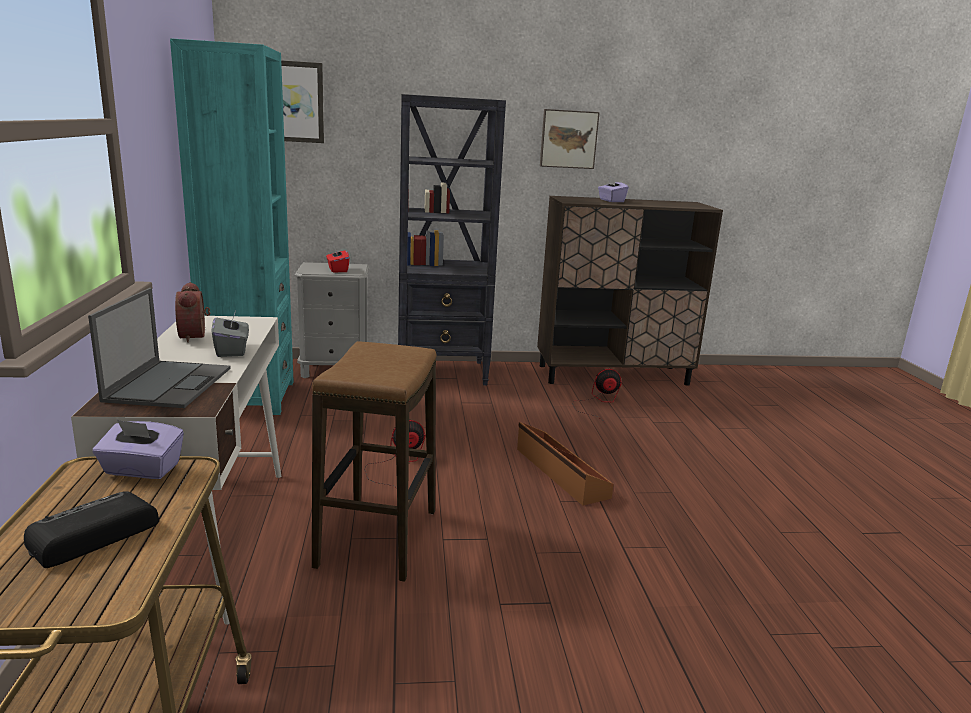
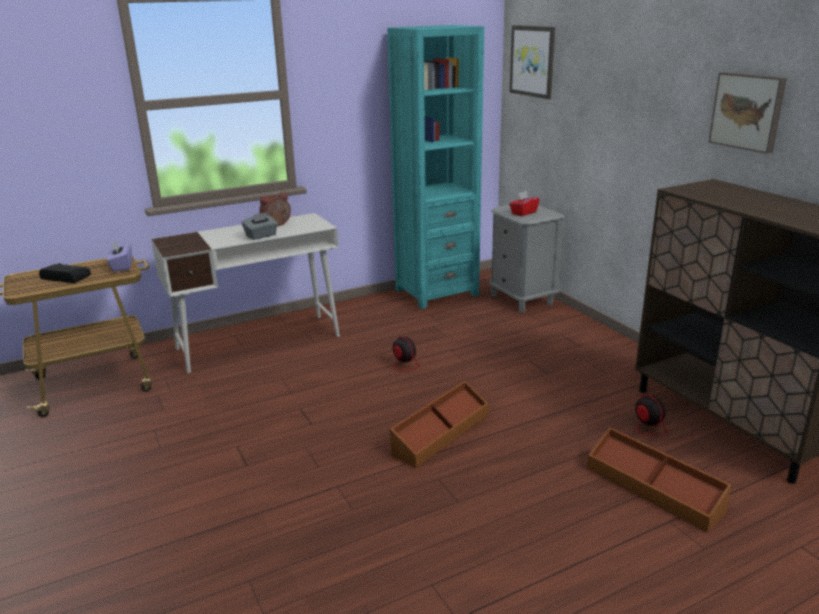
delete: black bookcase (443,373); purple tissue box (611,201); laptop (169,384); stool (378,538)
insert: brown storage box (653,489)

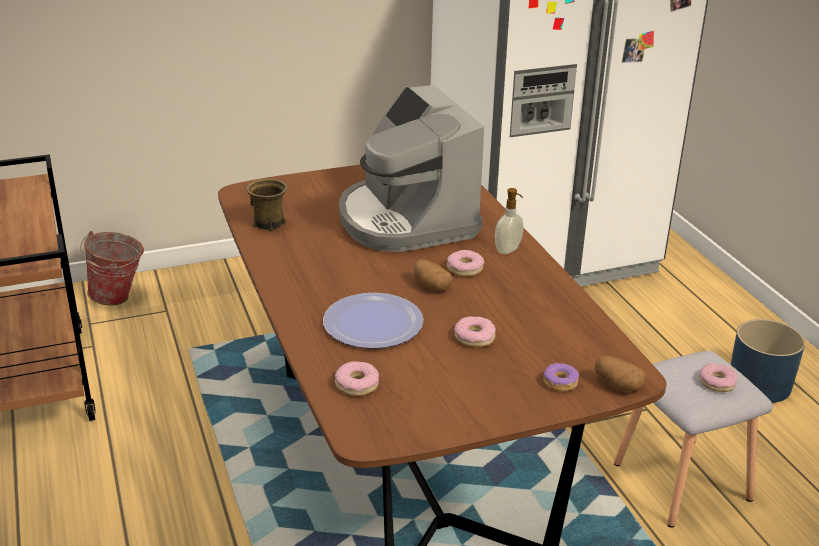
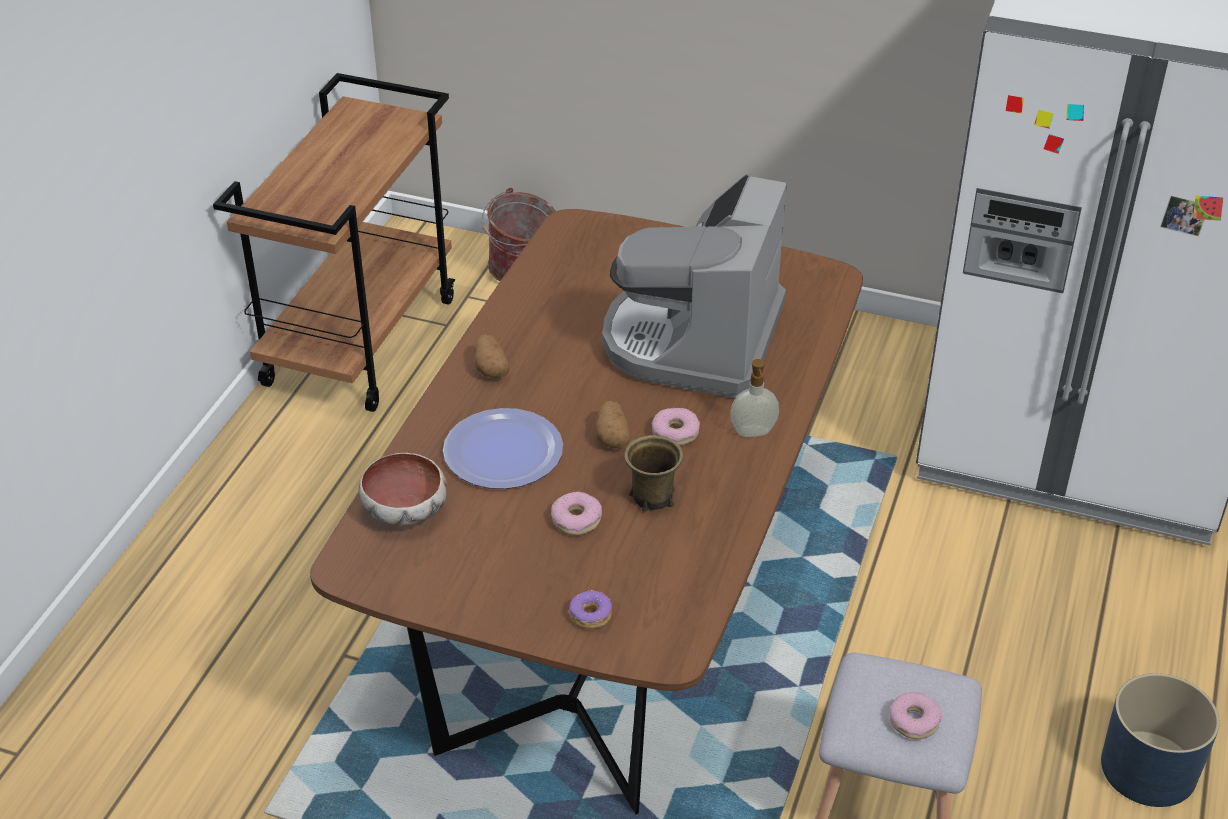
move: brown mug (268,224) to (652,497); potato (617,385) to (491,368)
replace: donut (356,384) to bowl (407,510)

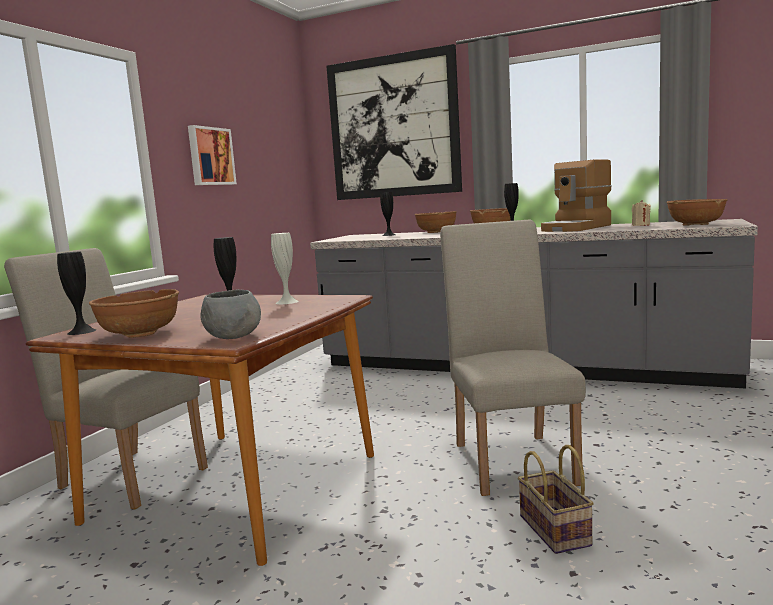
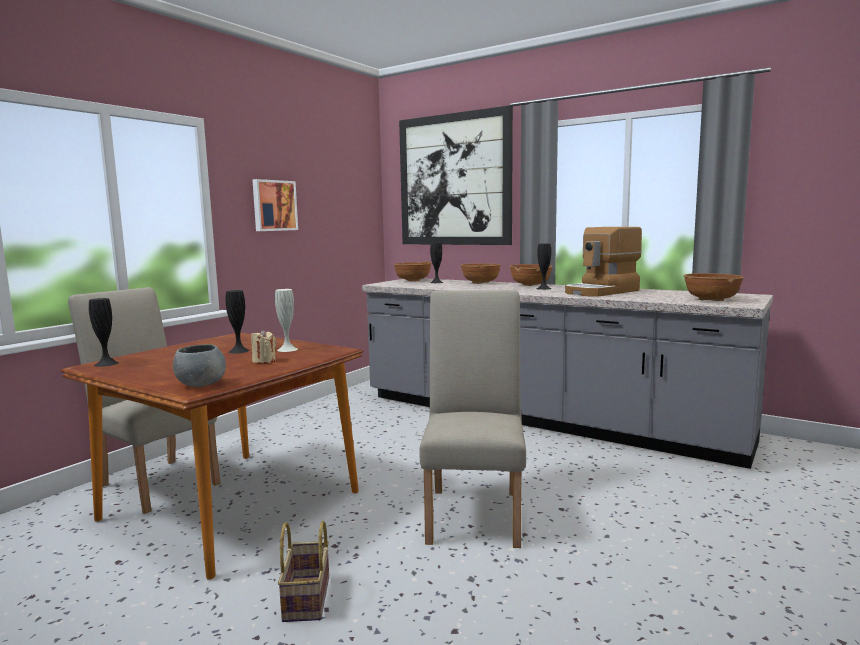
move: beige candle (640,225) to (264,361); brown bowl (140,333) to (412,280); basket (557,531) to (308,599)

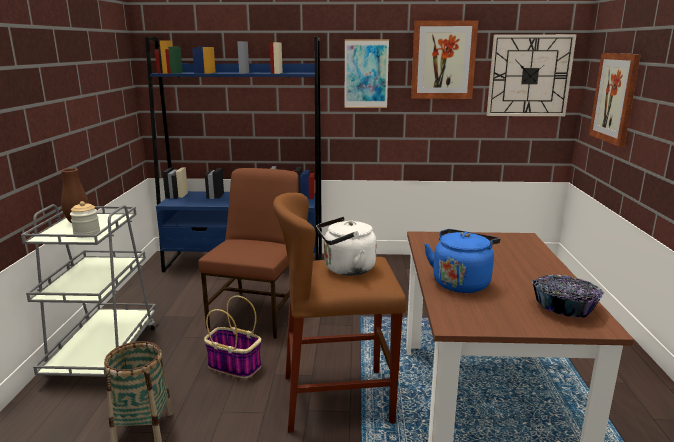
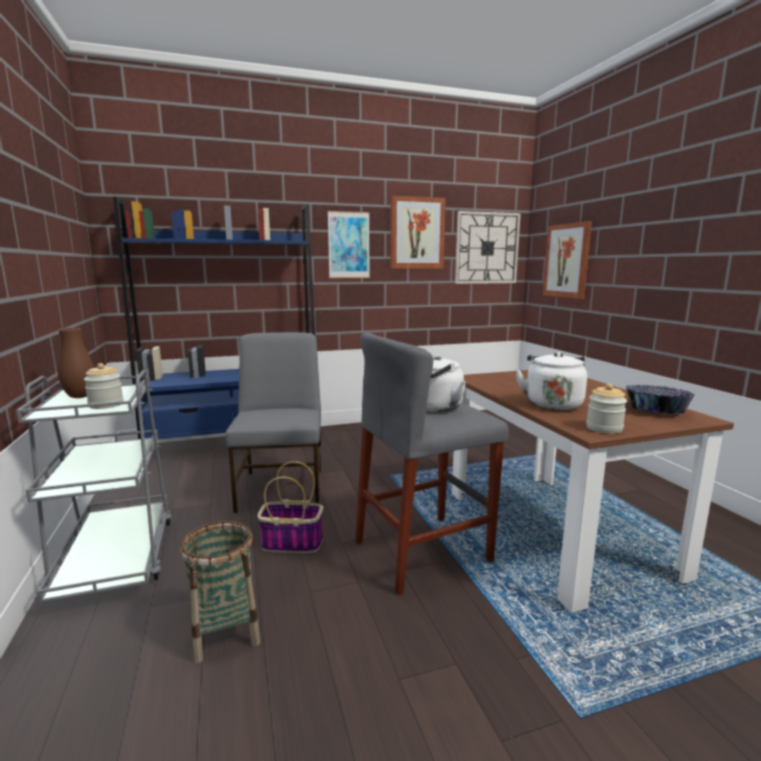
insert: jar (604,428)
recolor: brown chair (258,312) to grey chair (282,488); brown stool (337,398) to grey stool (422,551); blue kettle (461,282) to white kettle (552,404)

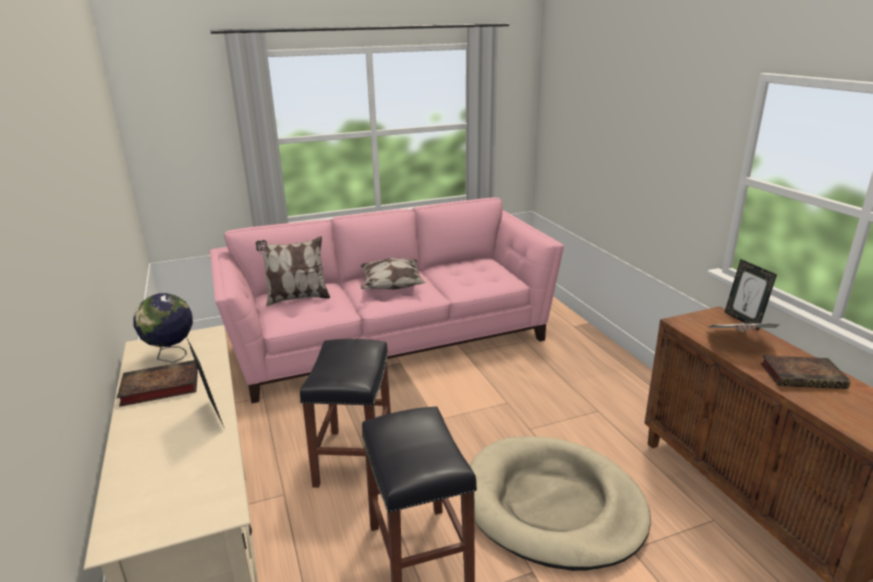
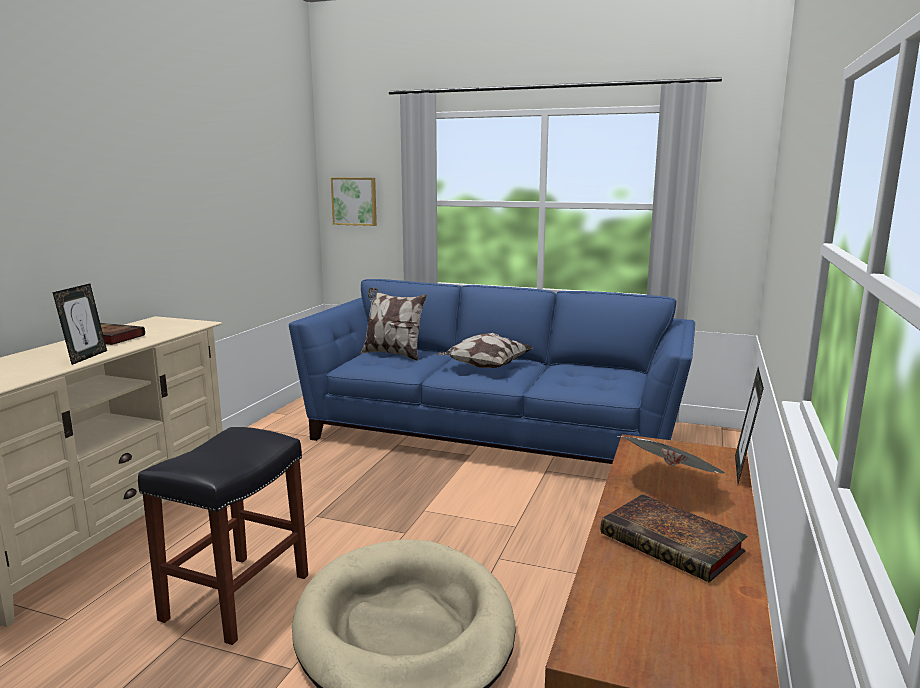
delete: globe (171,356); black stool (354,458)
insert: picture (355,201)
recolor: pink sofa (391,339) to blue sofa (493,435)

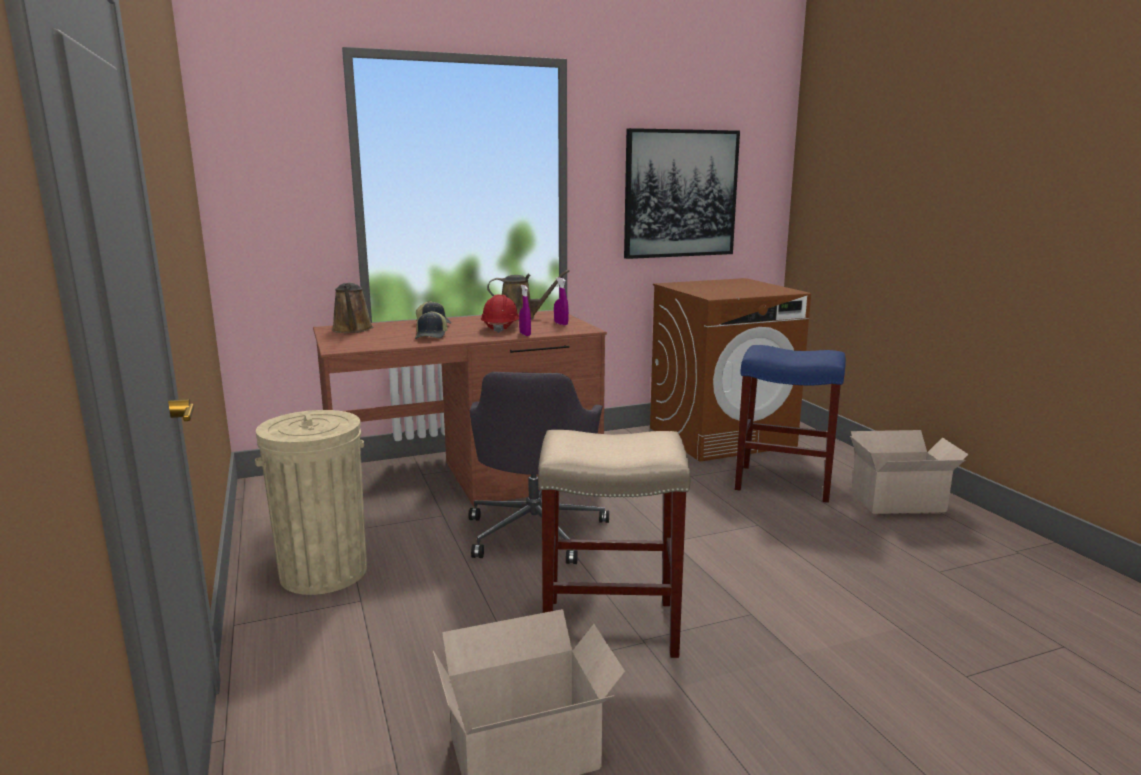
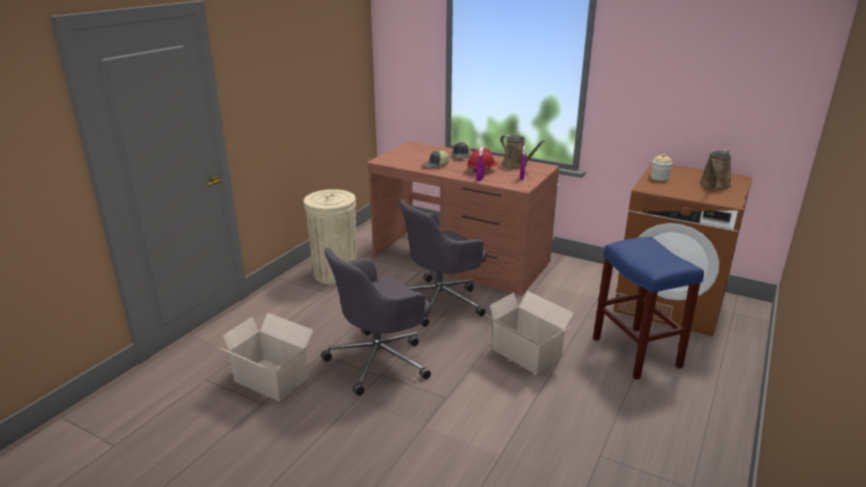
delete: picture (680,194)
insert: jar (659,178)
move: brown watering can (352,330) to (713,185); cardboard box (900,502) to (527,354)
replace: beige stool (608,627) to grey office chair (380,360)

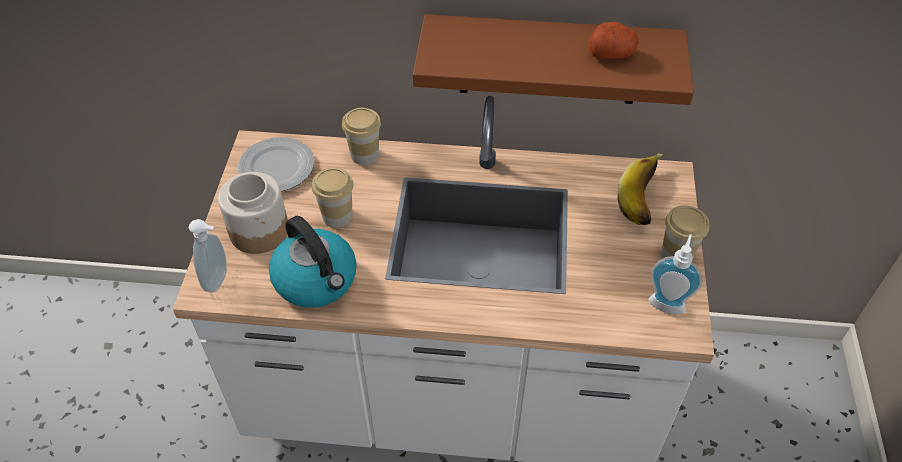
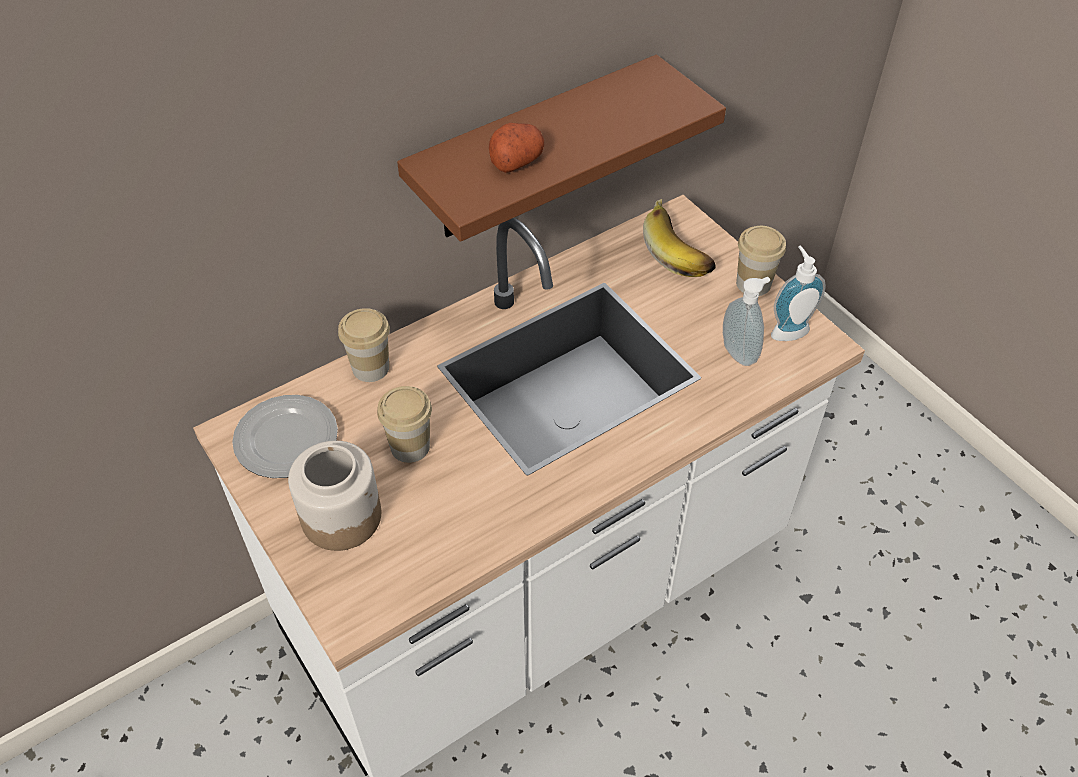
delete: kettle (317,280)
move: potato (611,53) to (516,160); soap dispenser (219,280) to (740,353)

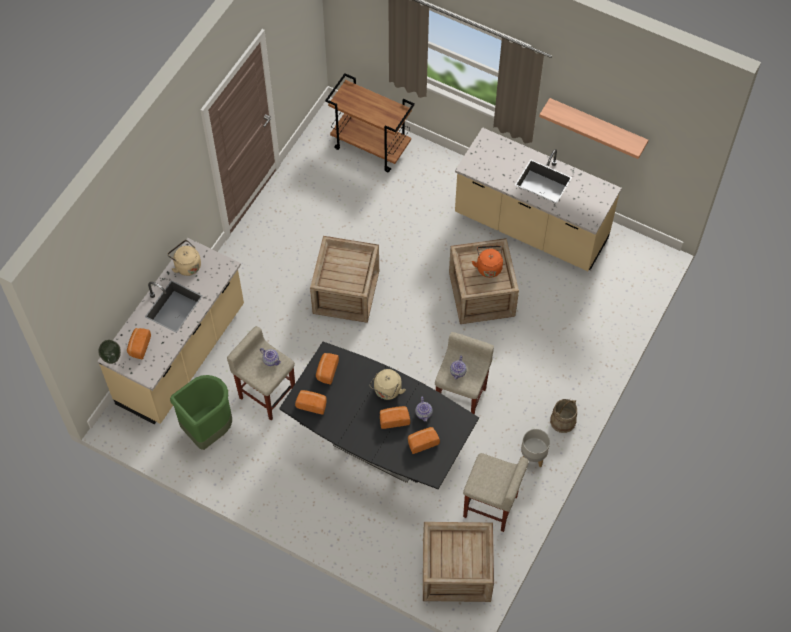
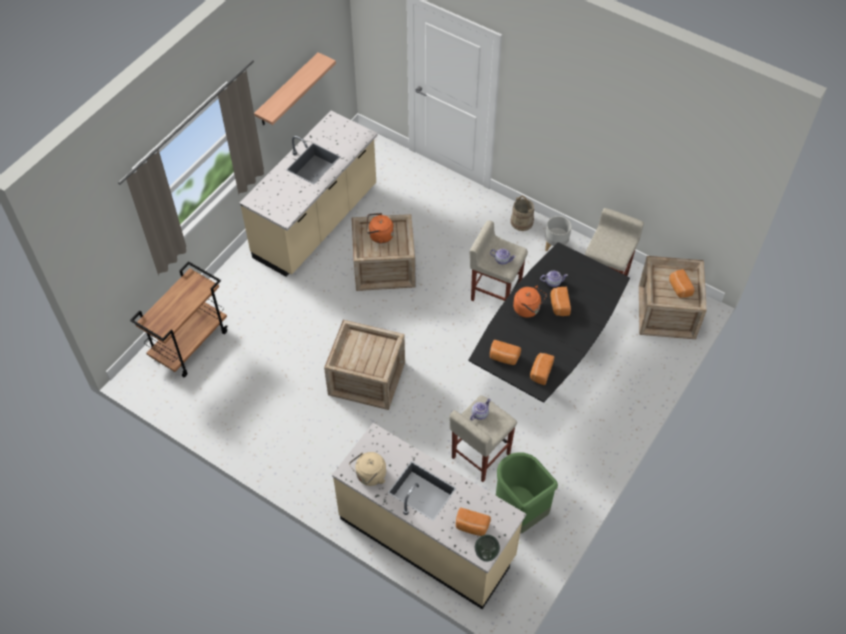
move: bread (422,442) to (679,288)
recolor: beige kettle (387,391) to orange kettle (528,309)

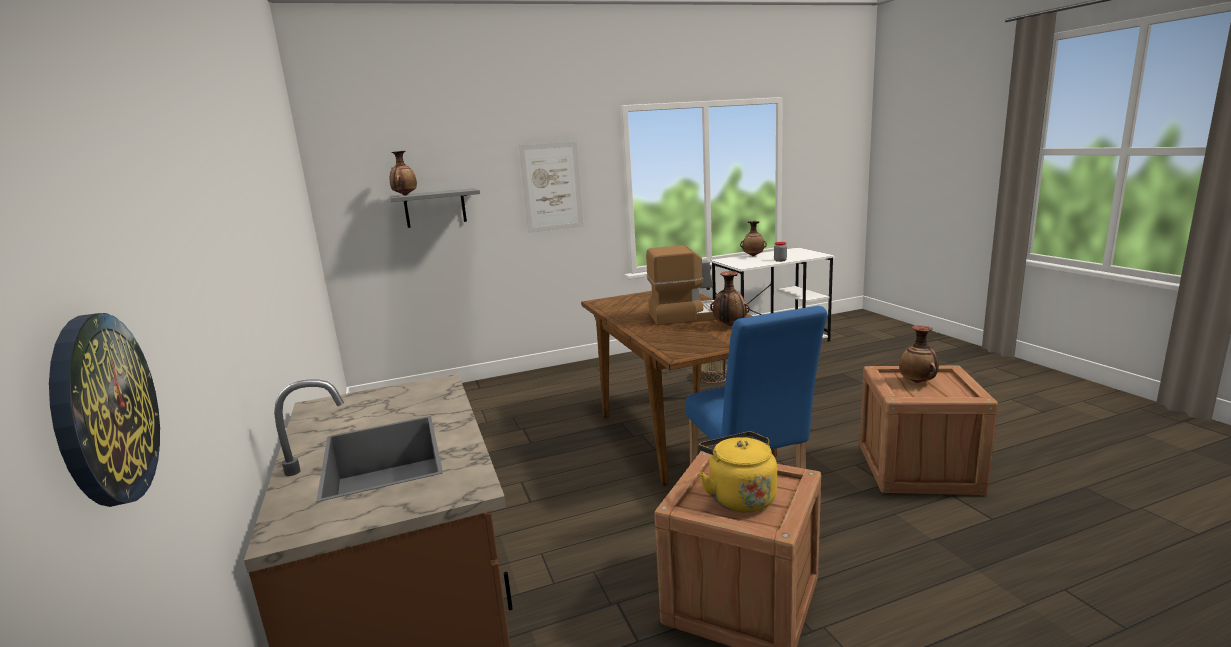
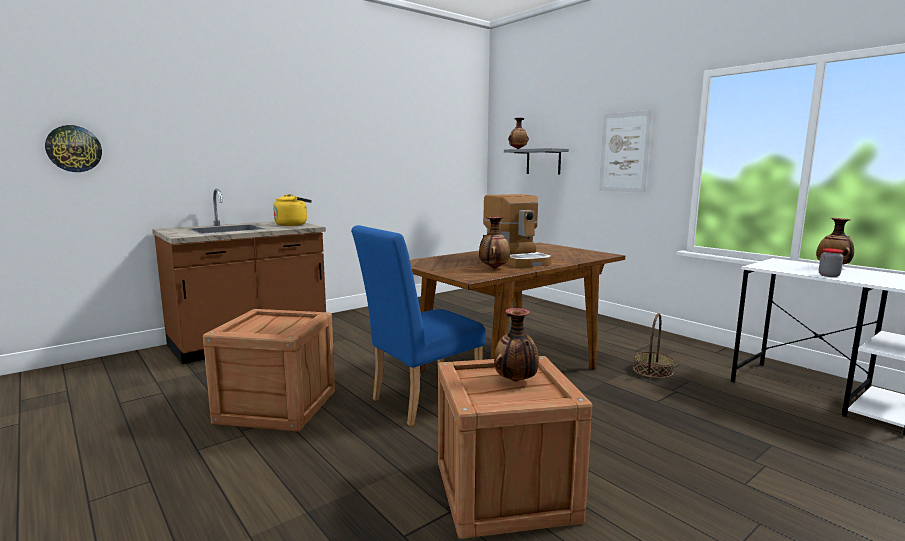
move: yellow kettle (739,497) to (293,224)

